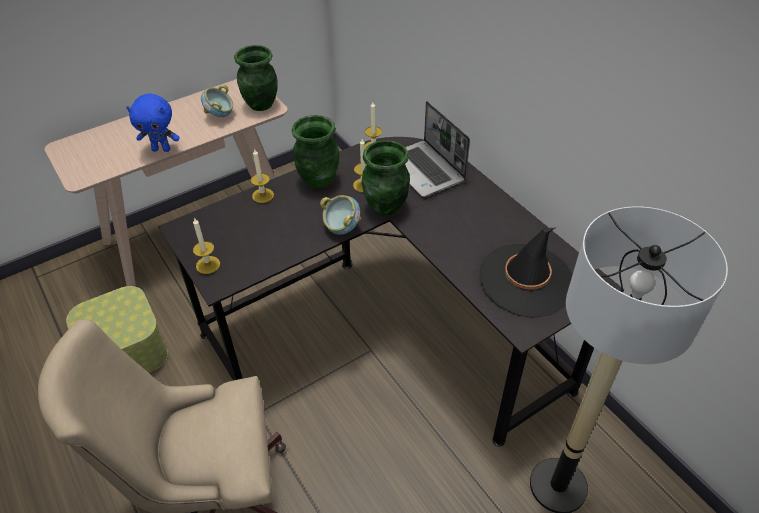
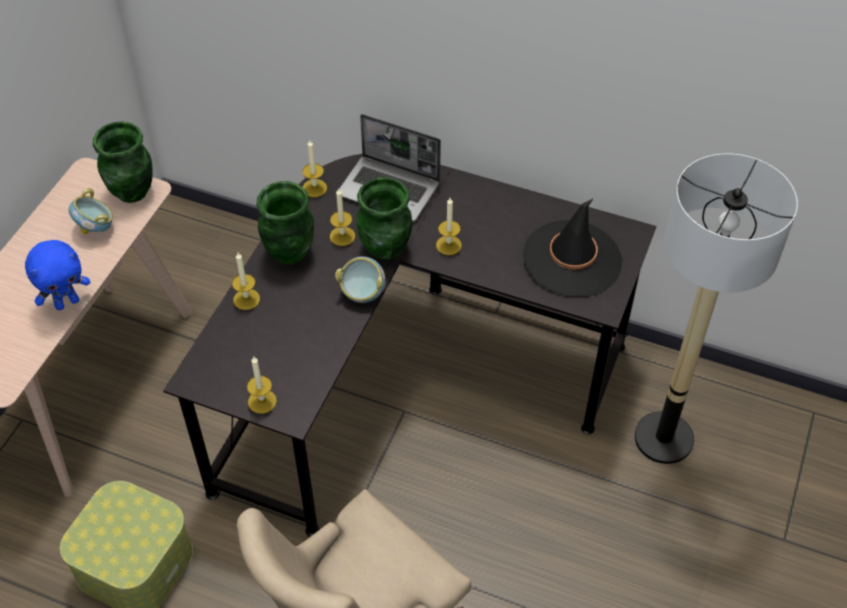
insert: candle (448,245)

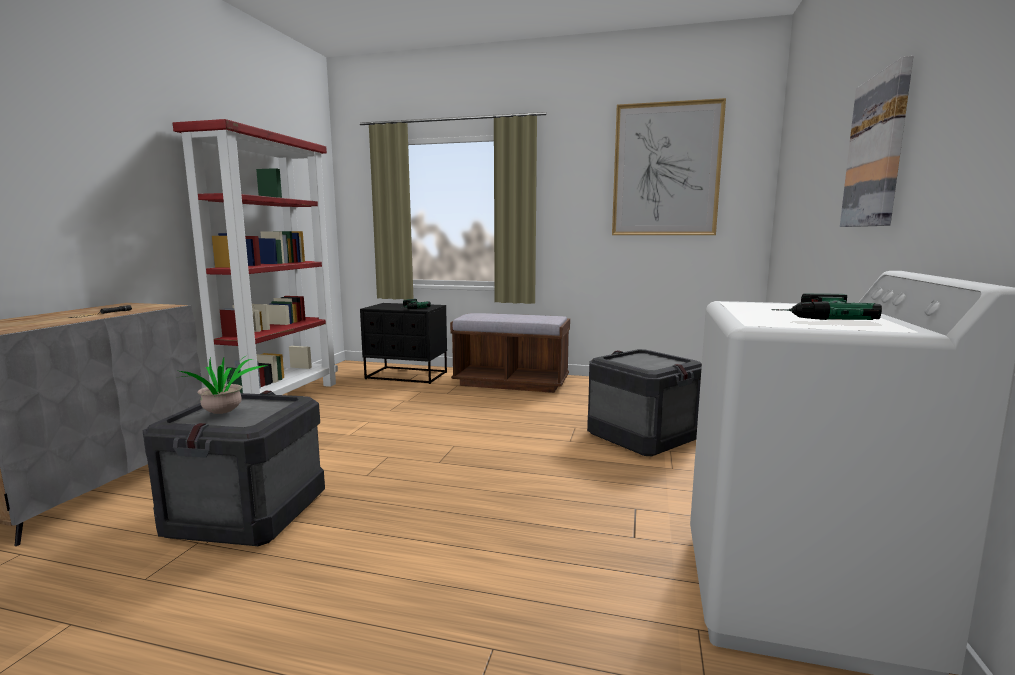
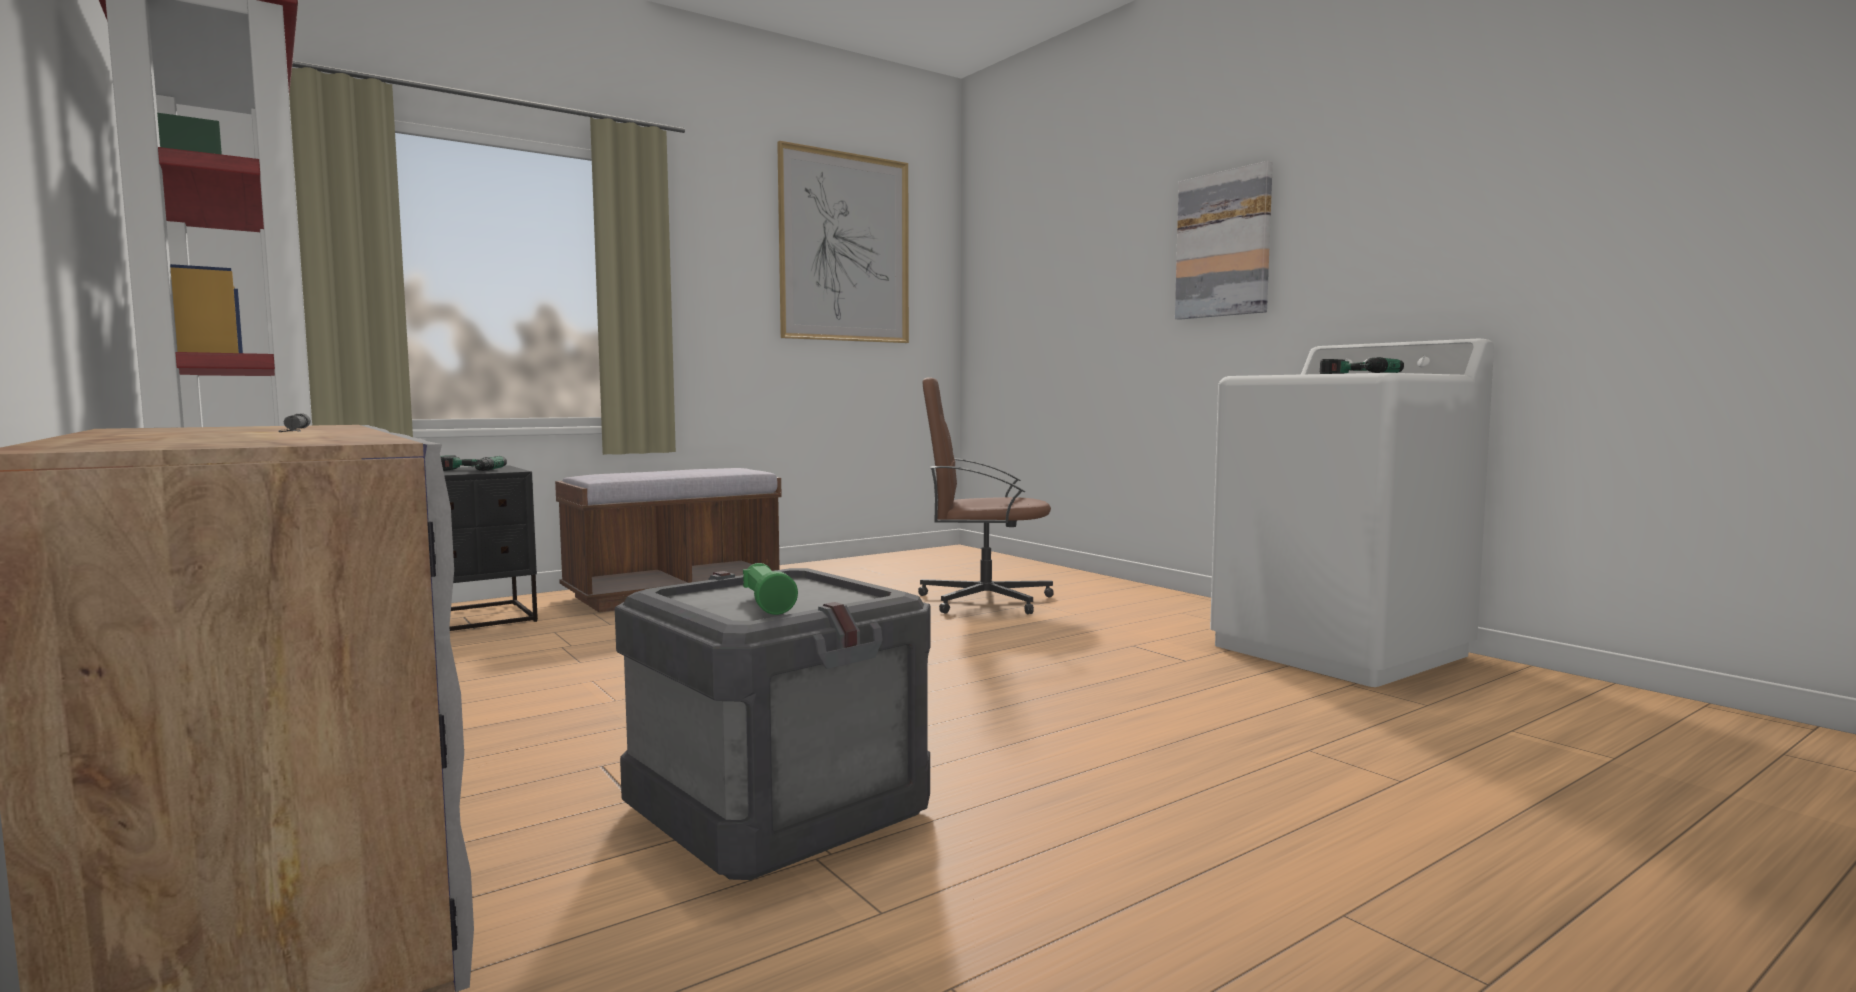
replace: crate (642,436) to brown office chair (983,600); potted plant (224,414) to green flashlight (767,604)

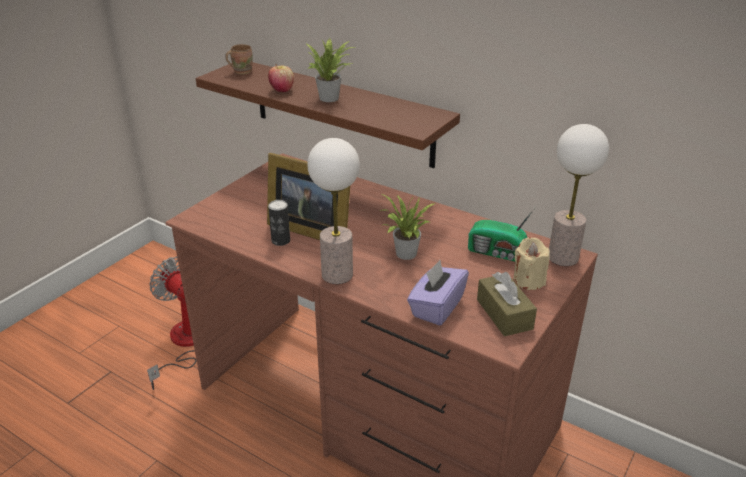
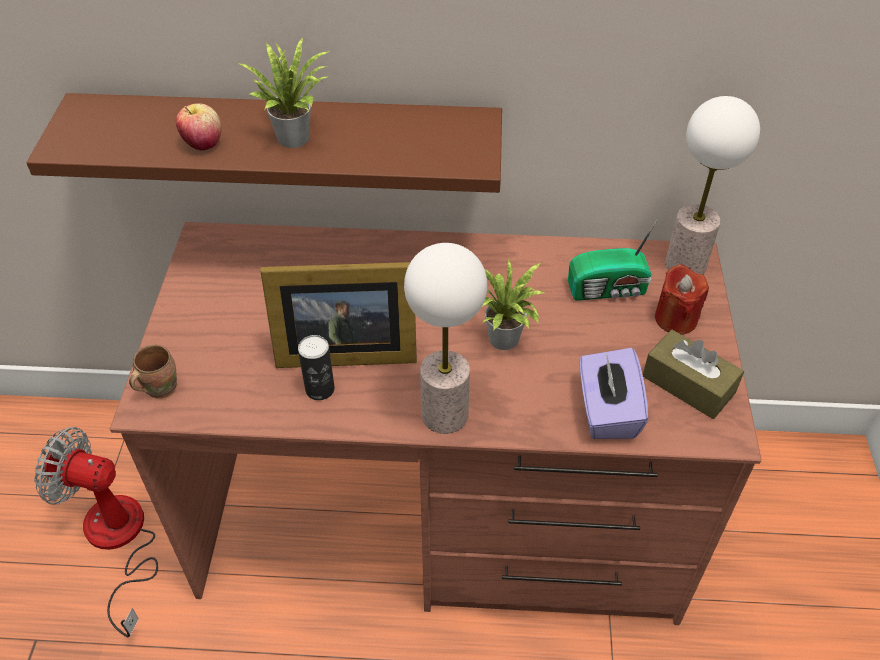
move: brown mug (241,71) to (158,387)
recolor: beige candle (528,280) to red candle (675,319)

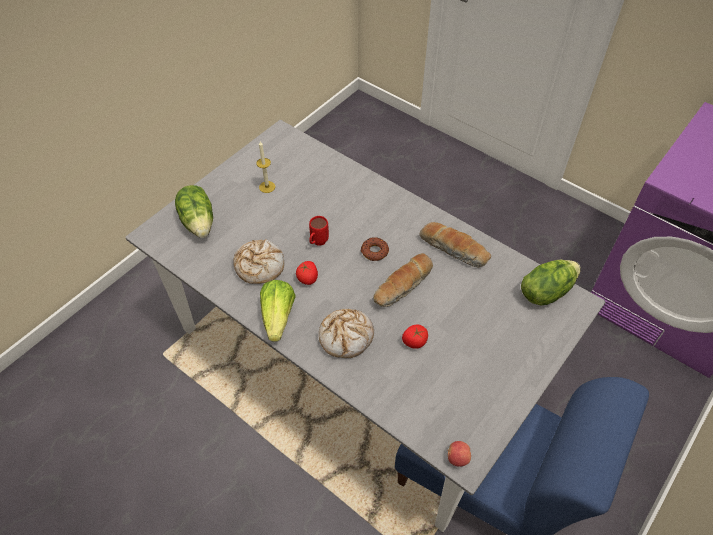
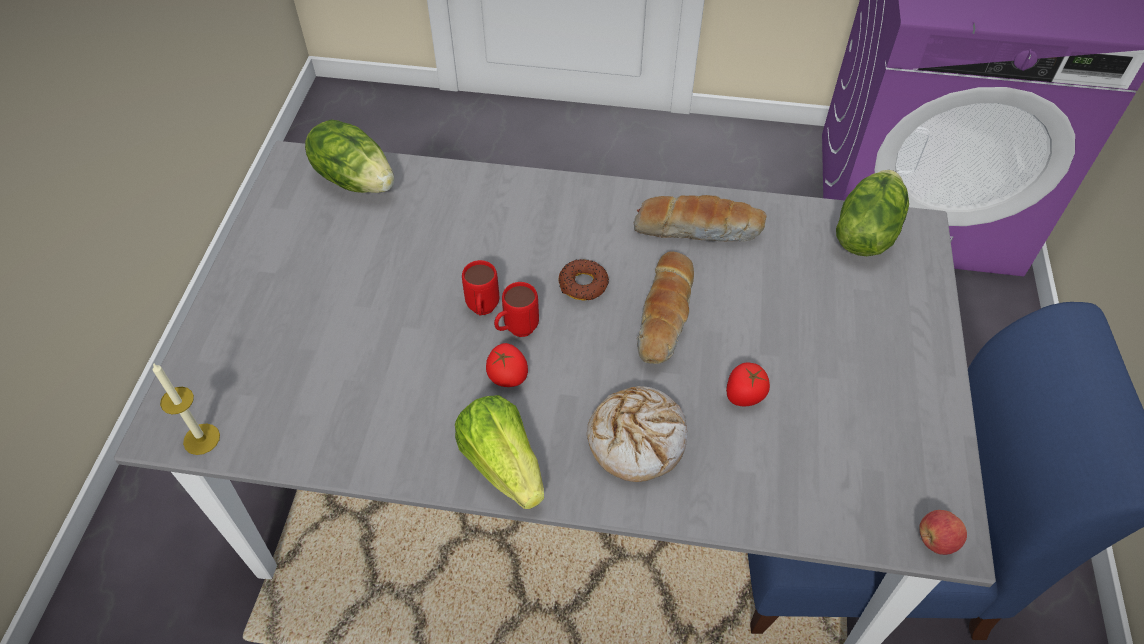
delete: bread (259,266)
insert: red mug (516,331)
move: candle (267,187) to (201,439); lettuce (199,222) to (355,179)

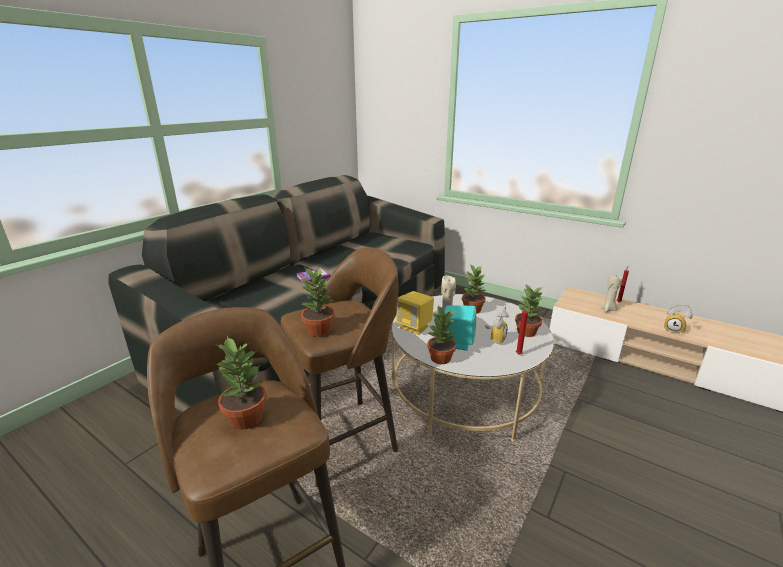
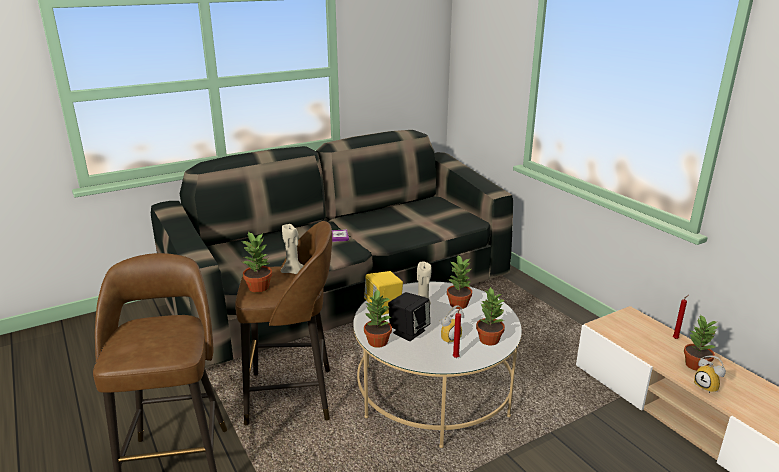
move: beige candle (608,310) to (293,271); potted plant (245,417) to (695,365)
recolor: turquoise speaker (457,342) to black speaker (408,331)

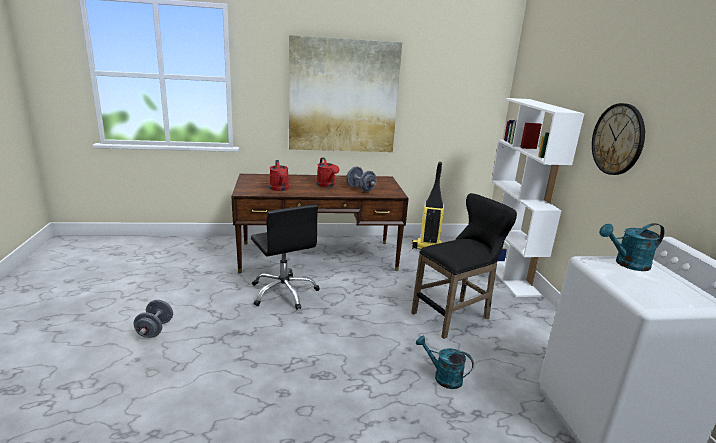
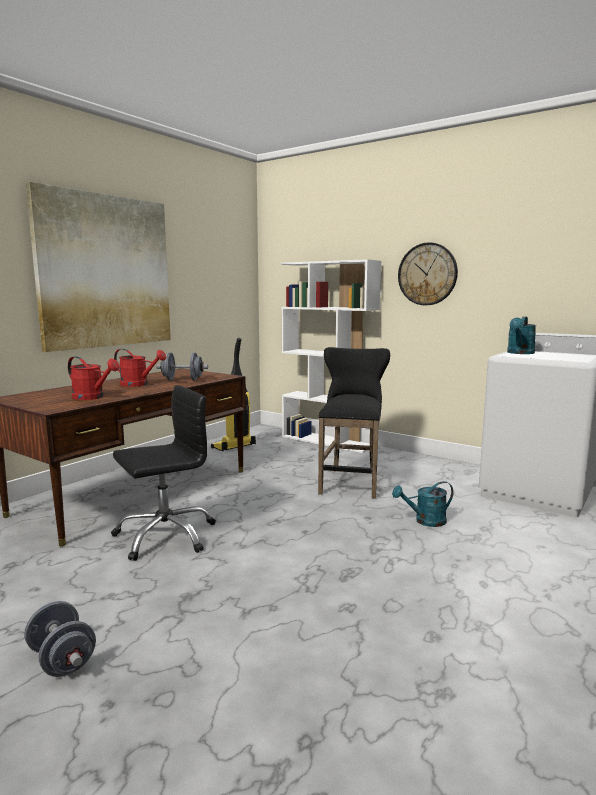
rotate: black office chair (284,292) = (165,535) 45 degrees counterclockwise

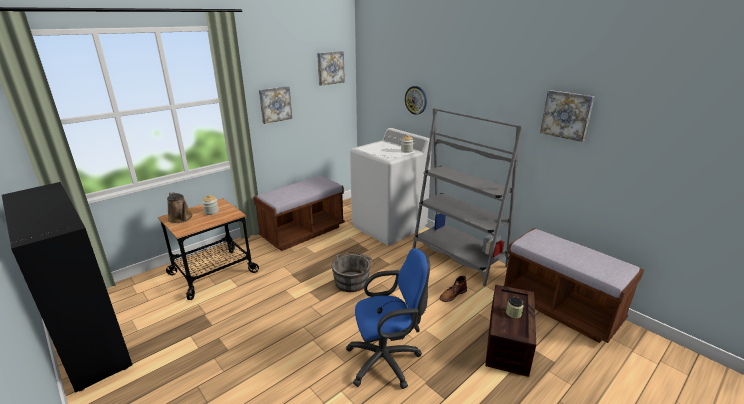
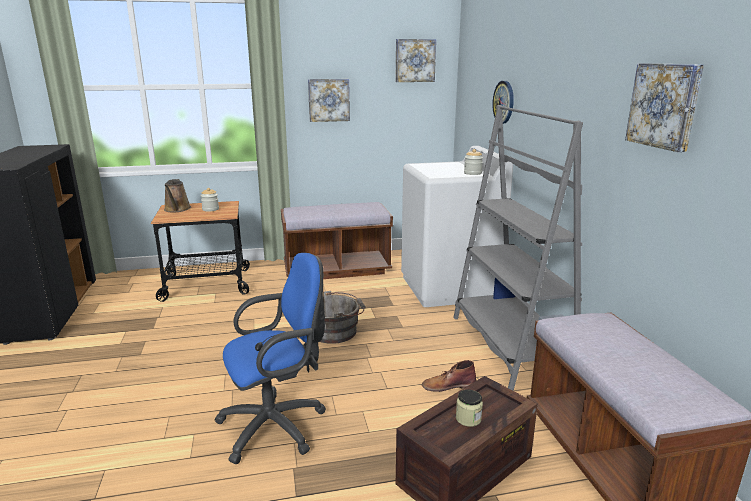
rotate: blue office chair (387,360) = (278,426) 45 degrees counterclockwise

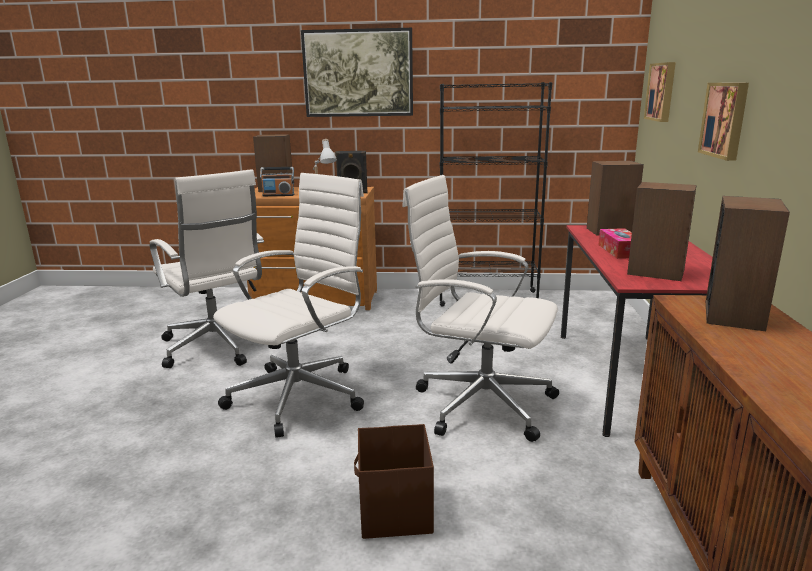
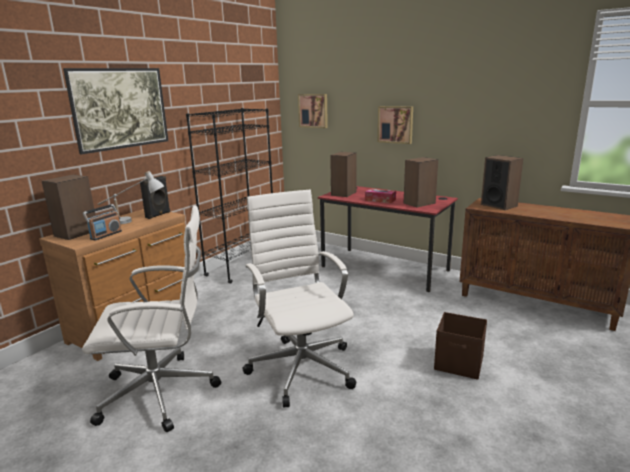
delete: white office chair (480,403)

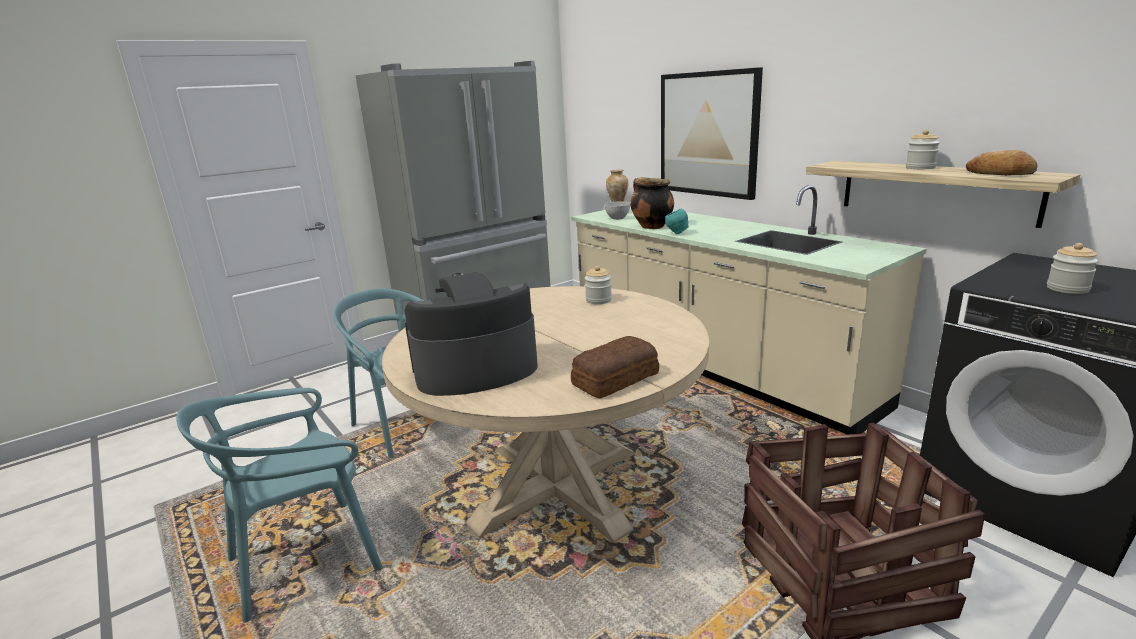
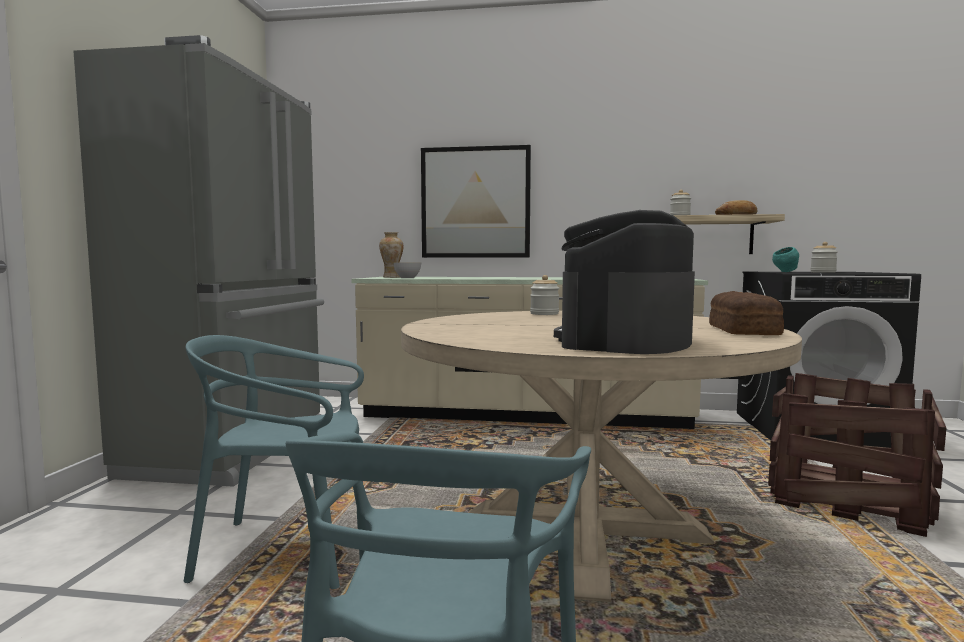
delete: cooking pot (651,226)
move: turquoise bowl (676,233) to (785,272)

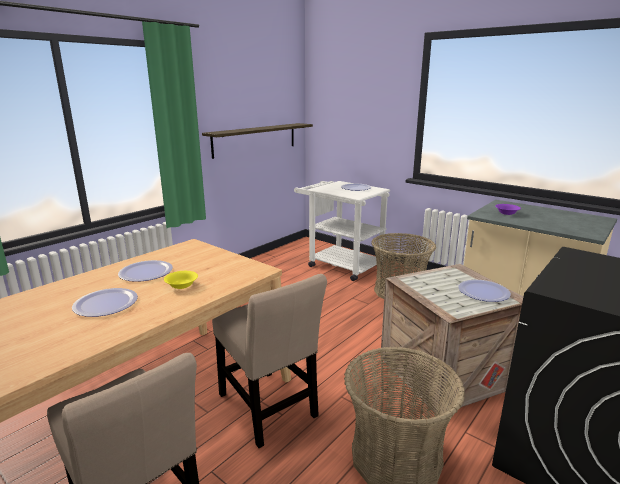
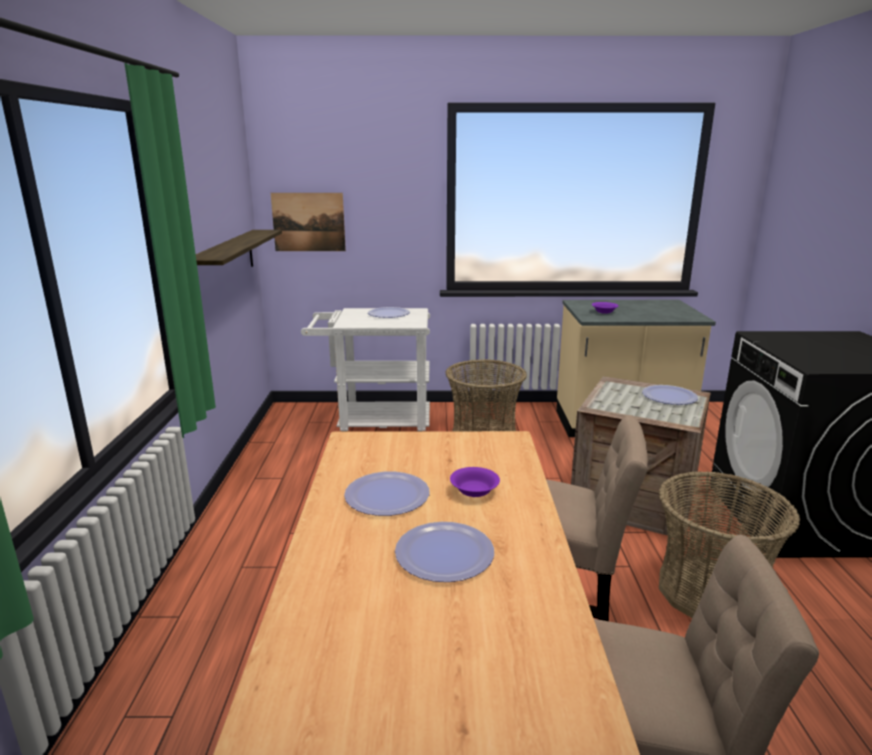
insert: picture (308,222)
recolor: yellow bowl (182,285) to purple bowl (474,490)

